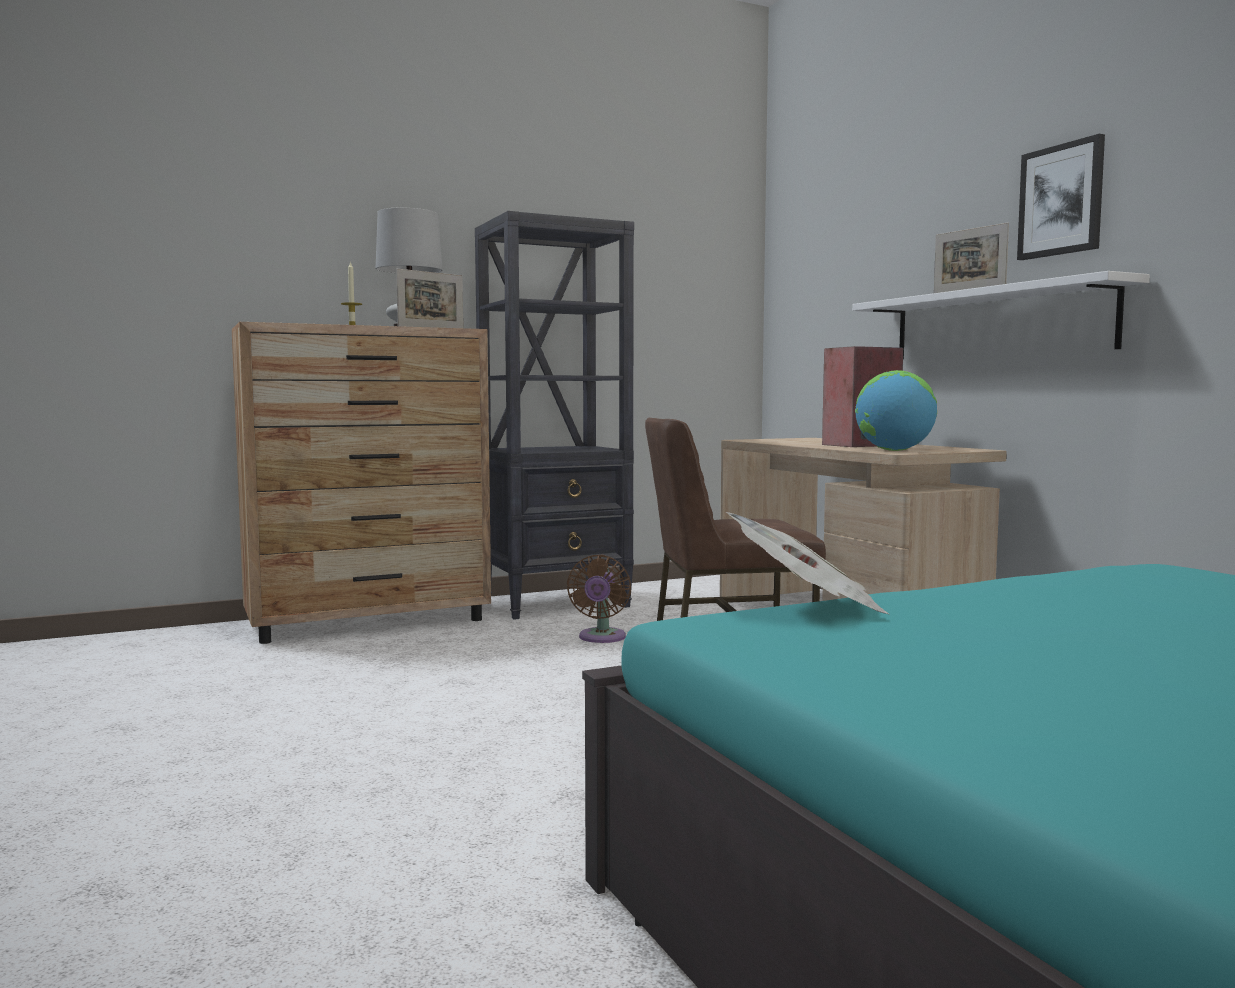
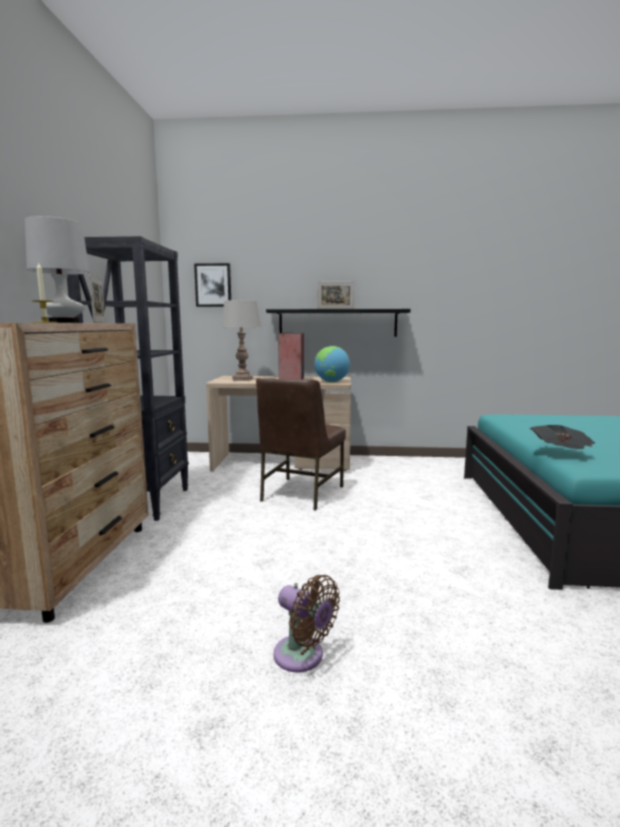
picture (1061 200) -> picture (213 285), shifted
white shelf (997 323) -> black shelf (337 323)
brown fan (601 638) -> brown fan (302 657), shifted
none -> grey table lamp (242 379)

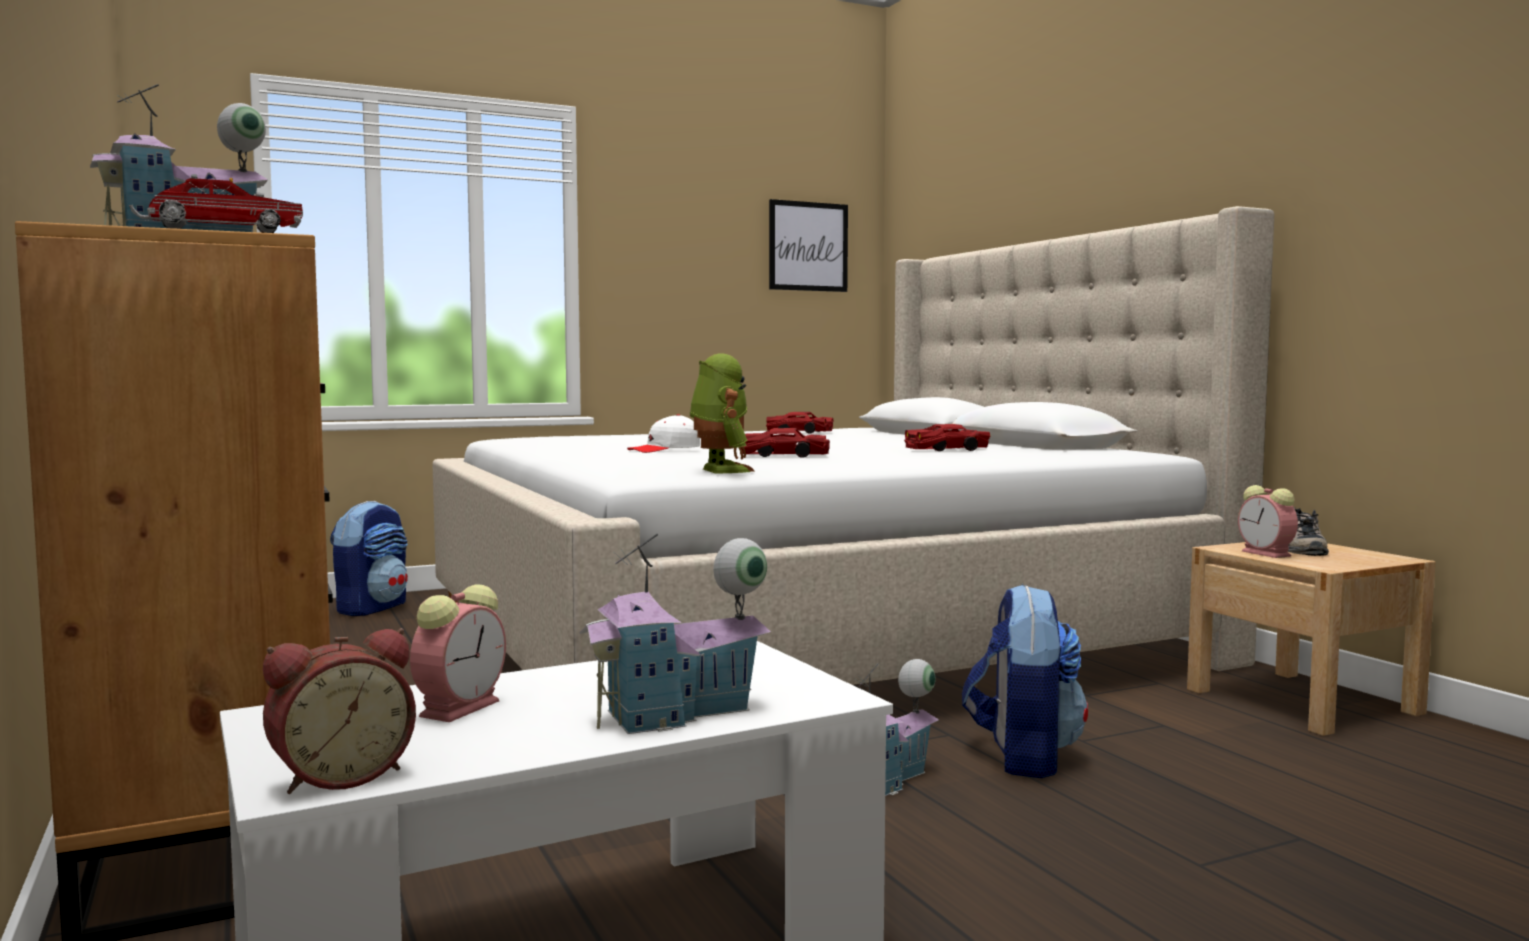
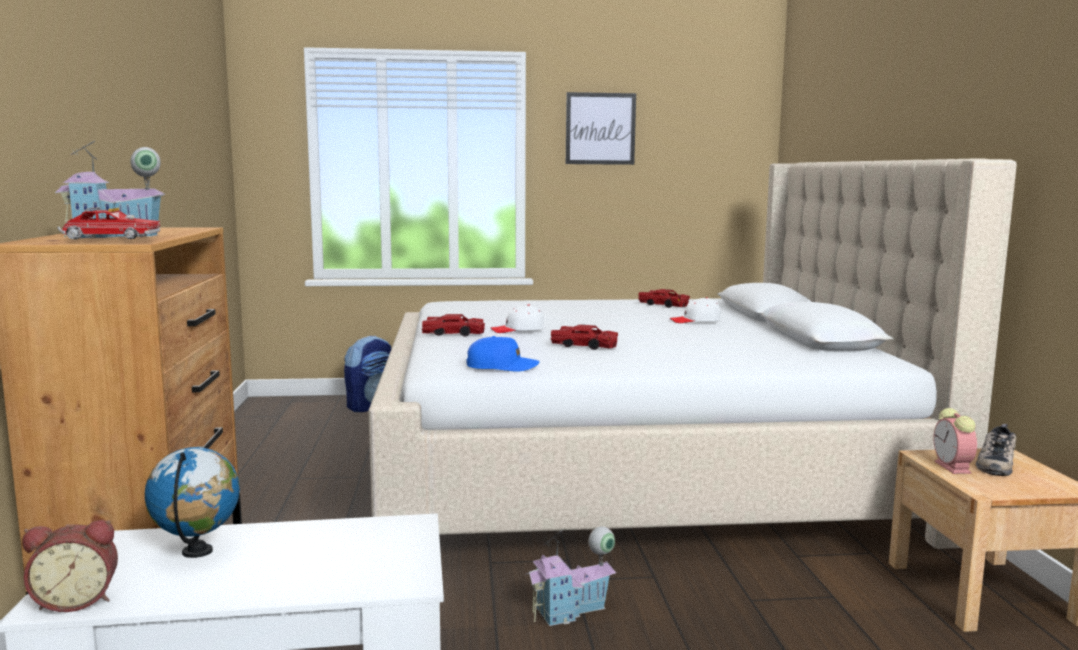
picture (808 246) -> picture (600 128), shifted
toy robot (720 470) -> blue cap (502 366)
red toy car (947 450) -> red toy car (453 333), shifted
toy house (679 714) -> none
alarm clock (461 707) -> globe (198 552)
backpack (1022 756) -> none
none -> white cap (695 321)

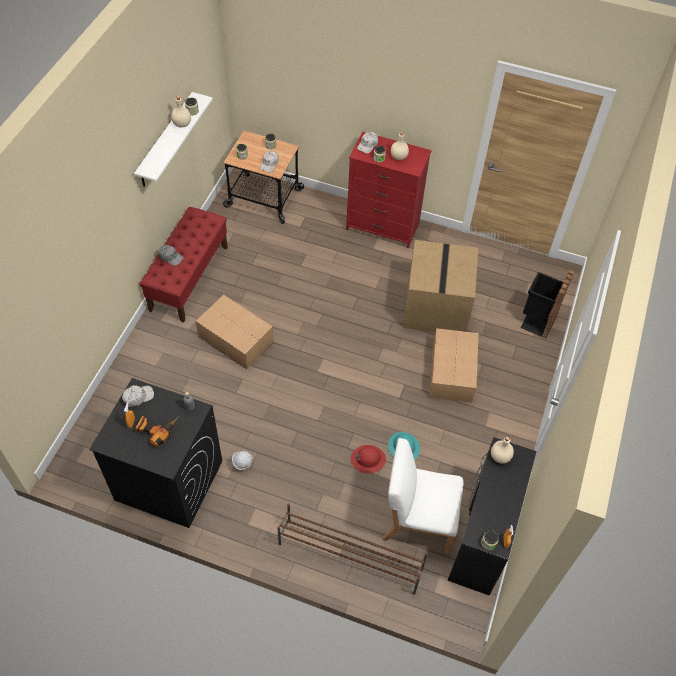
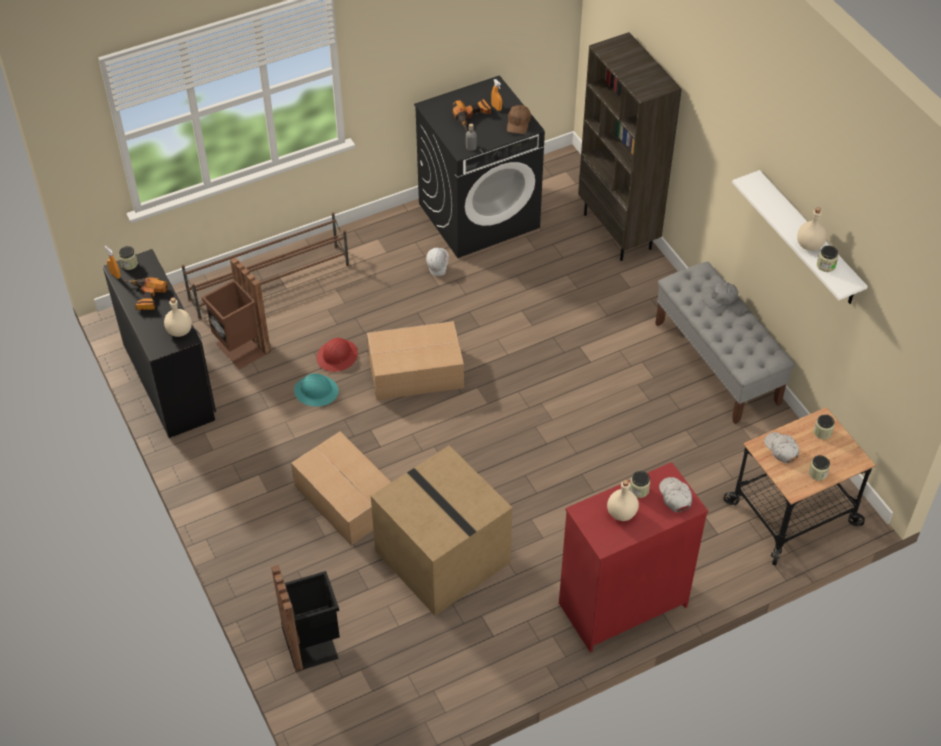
red bench (189 278) -> grey bench (717 363)
cardboard box (235 338) -> cardboard box (417 372), shifted
white cap (138 397) -> brown cap (518 123)
white chair (418 519) -> brown trash can (241 349)
none -> brown bookcase (618 231)
none -> power drill (145 297)

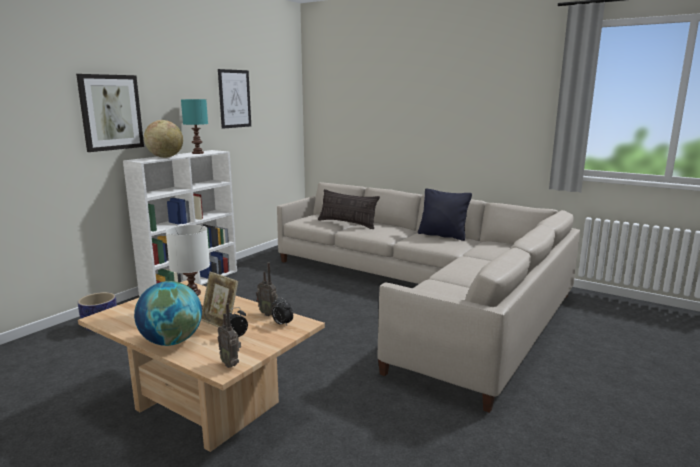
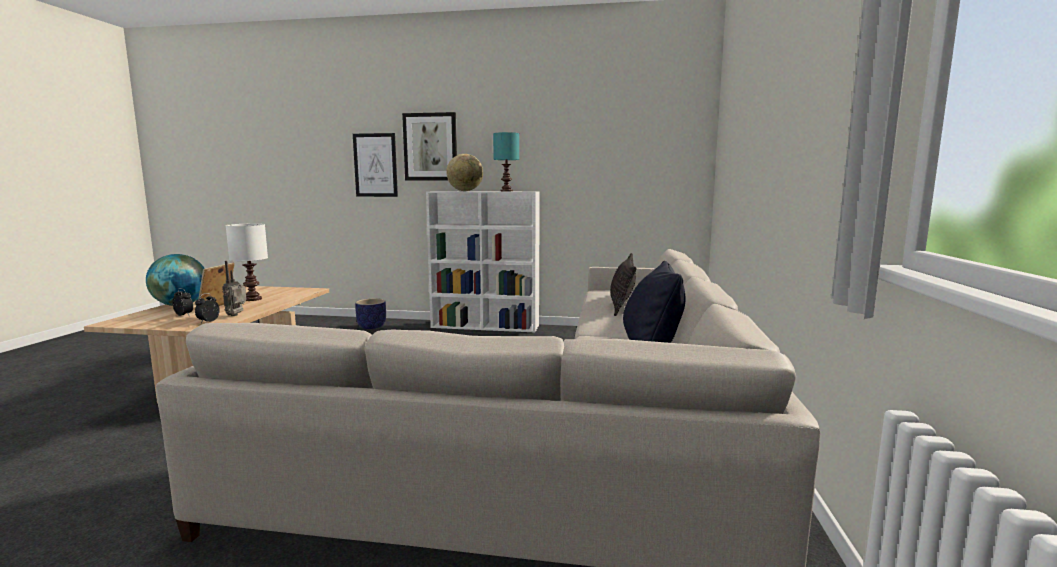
picture (234 99) -> picture (375 165), shifted
radio (231 364) -> none

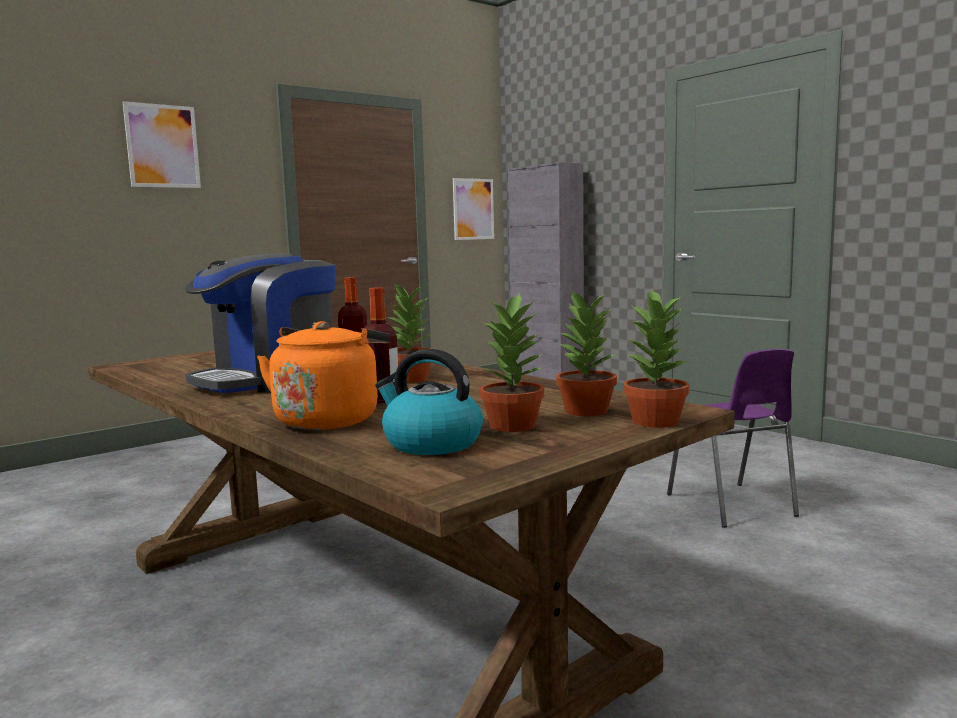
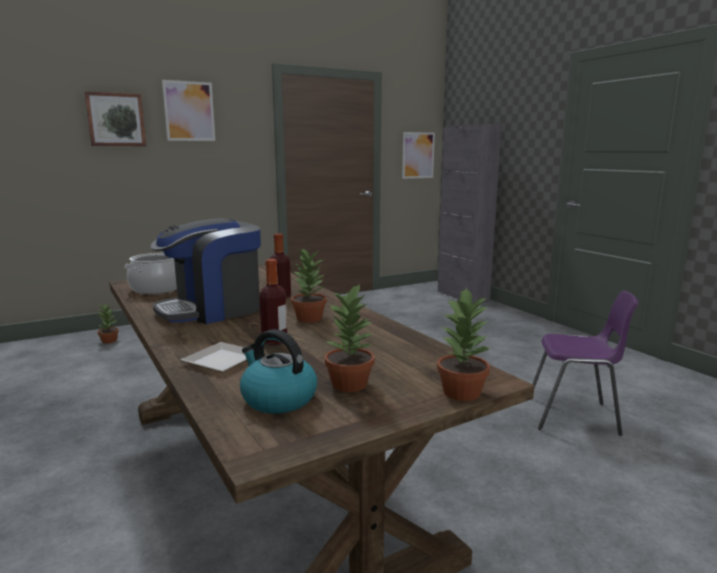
potted plant (585 411) -> potted plant (109 341), shifted
orange kettle (329 419) -> plate (225 360)
purple chair (732 506) -> purple chair (574 416), 75 degrees counterclockwise
none -> picture (116 119)
none -> cooking pot (157 288)

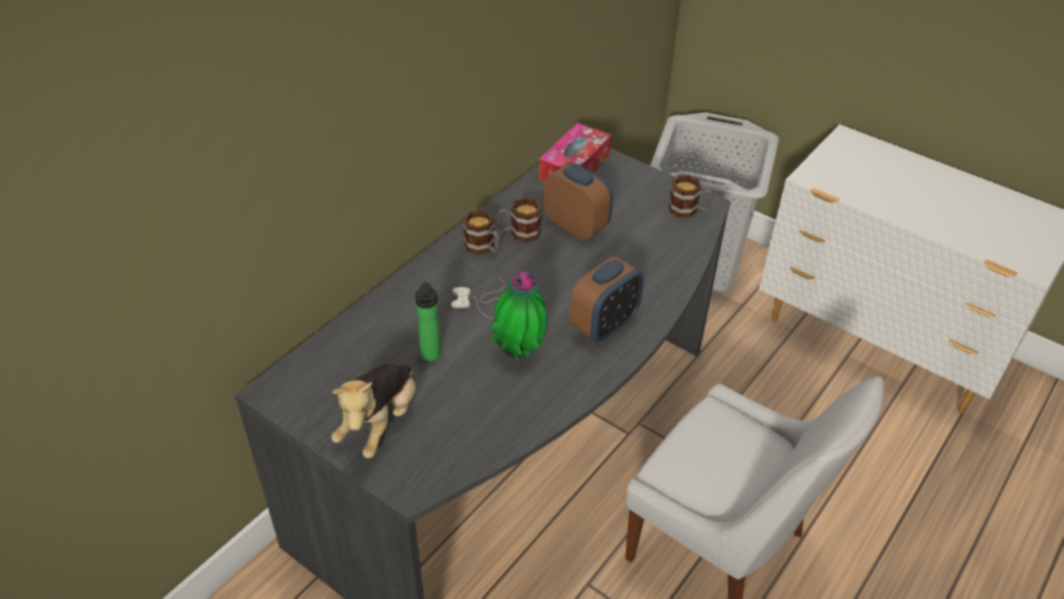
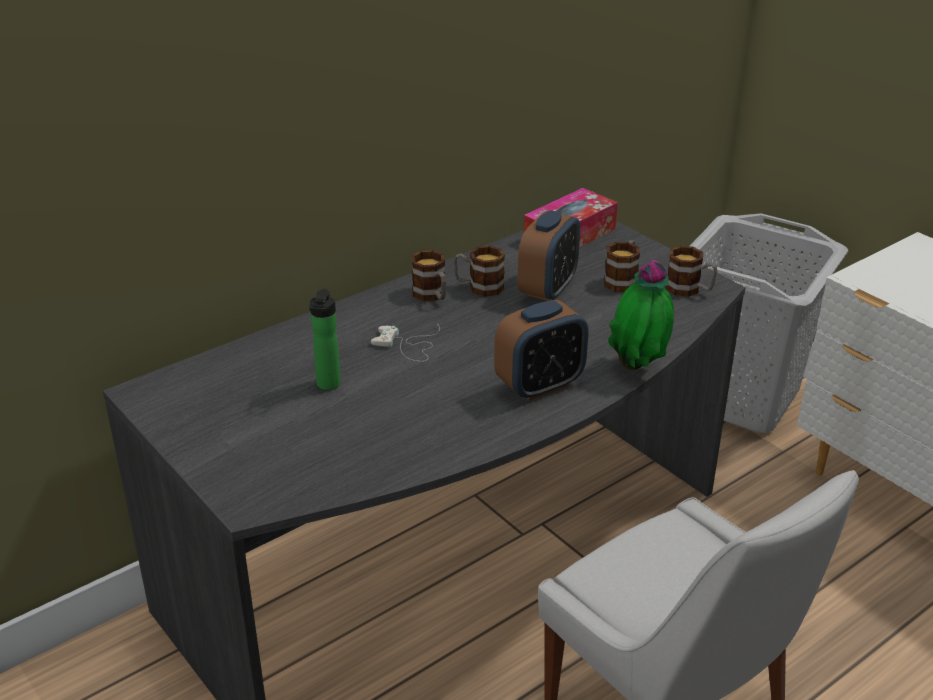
alarm clock (576 226) -> alarm clock (548 289), 60 degrees clockwise
potted plant (519 353) -> potted plant (638 368), shifted
plush toy (380 423) -> none
none -> mug (622 280)

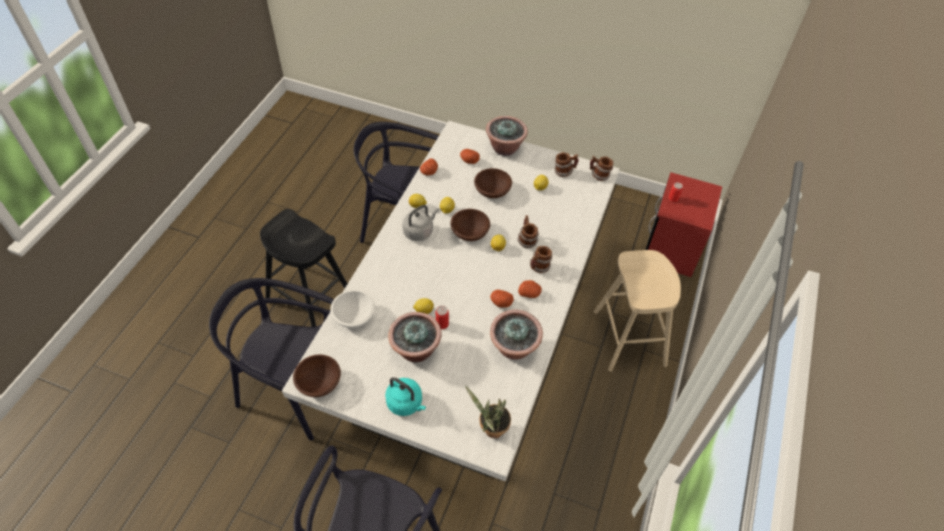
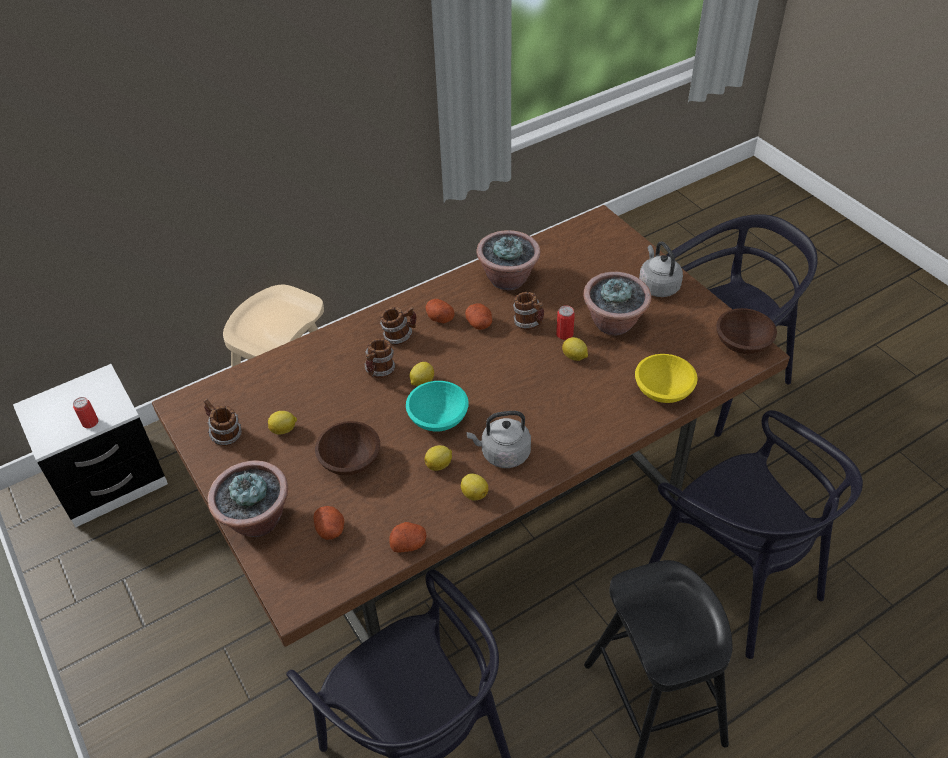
white dining table (468 345) -> brown dining table (478 510)
mug (599 175) -> mug (529 324), shifted
red nightstand (672 248) -> white nightstand (111 481)
brown bowl (469 232) -> turquoise bowl (439 418)
white bowl (355 316) -> yellow bowl (662 390)
turquoise kettle (406 403) -> grey kettle (657 286)
potted plant (490 429) -> none

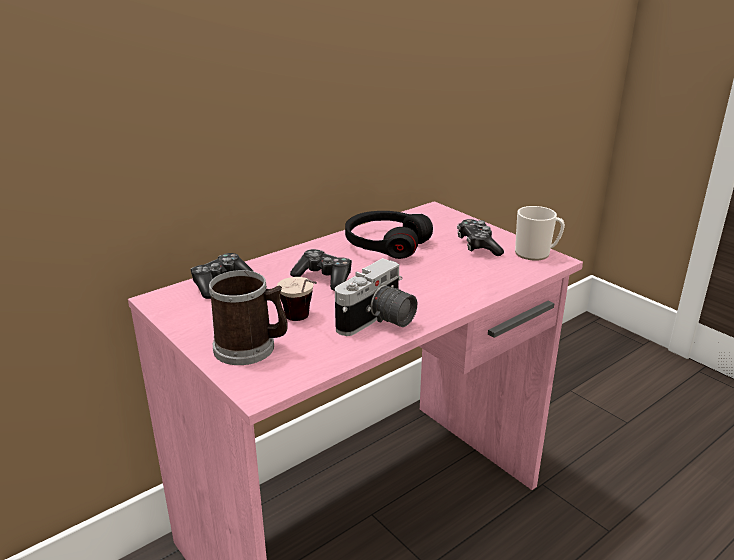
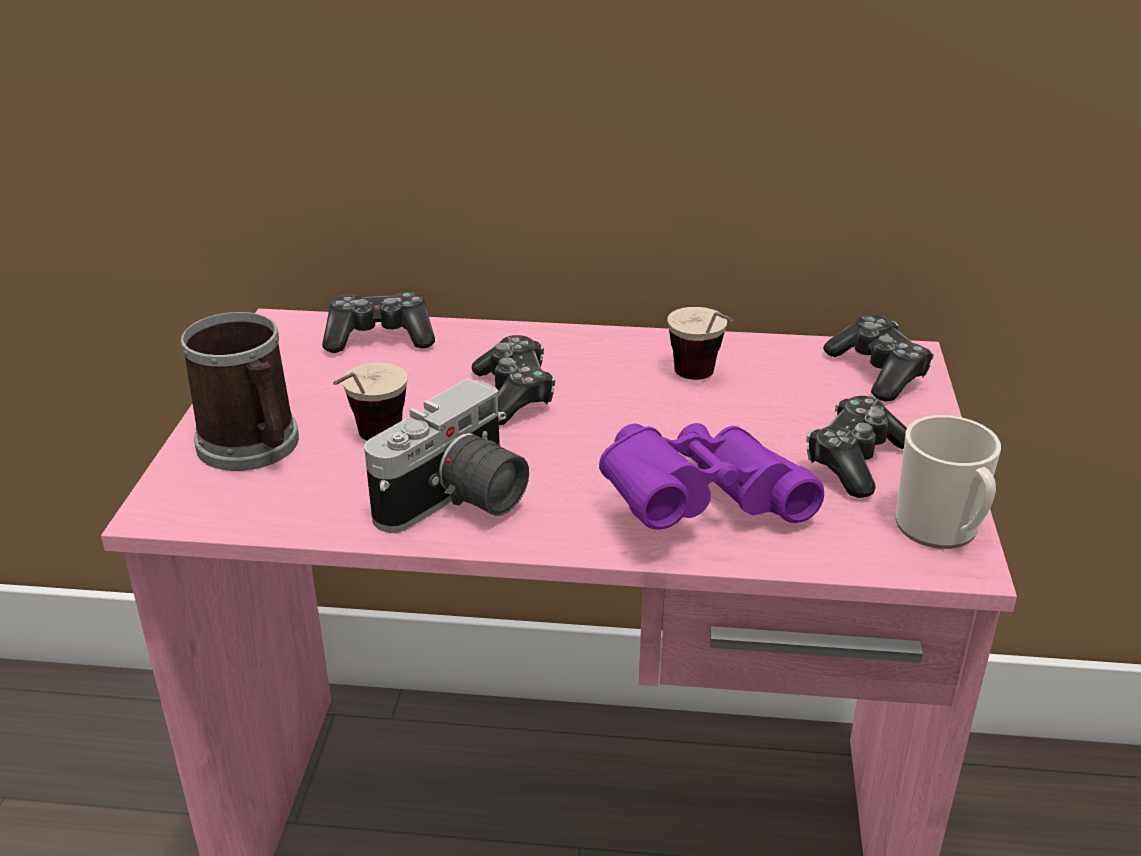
black headphones (386 244) -> cup (703 383)
photo camera (379 322) -> photo camera (459 503), 45 degrees counterclockwise
none -> game controller (878 372)
none -> purple binoculars (698 506)

